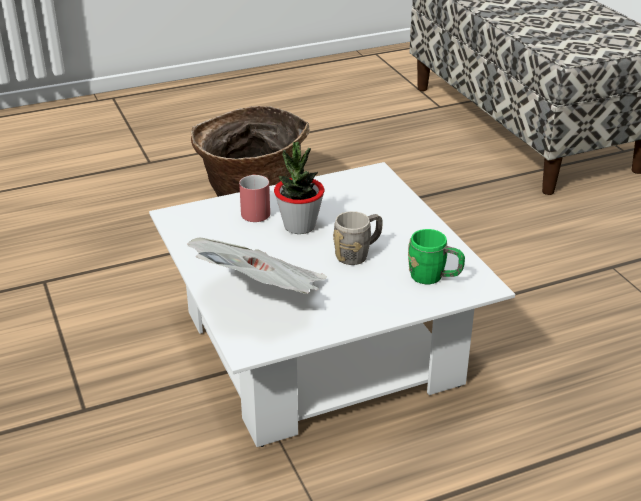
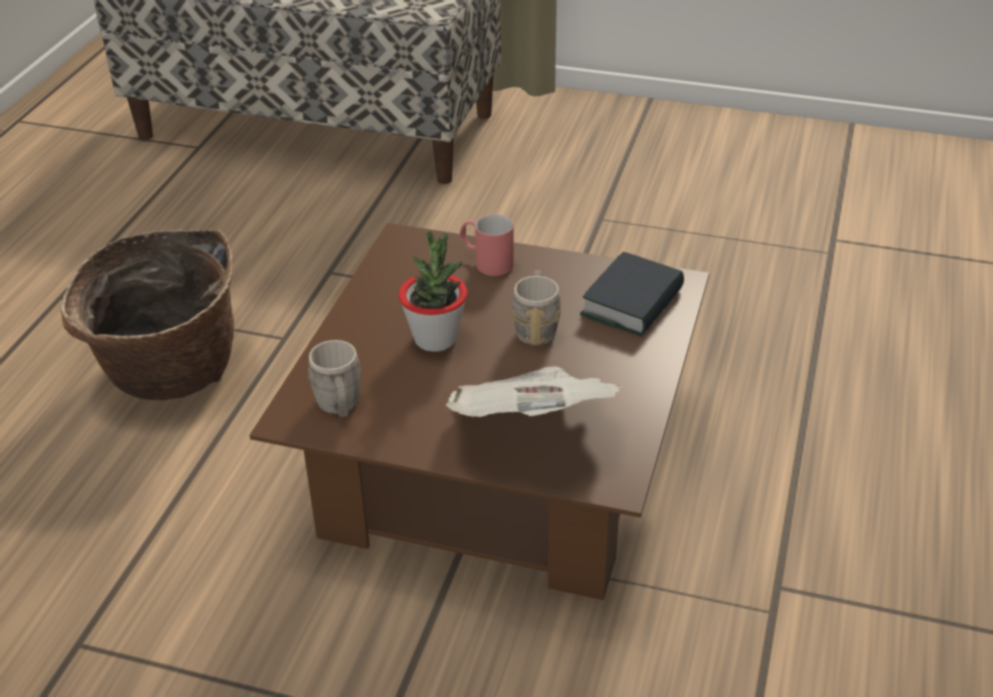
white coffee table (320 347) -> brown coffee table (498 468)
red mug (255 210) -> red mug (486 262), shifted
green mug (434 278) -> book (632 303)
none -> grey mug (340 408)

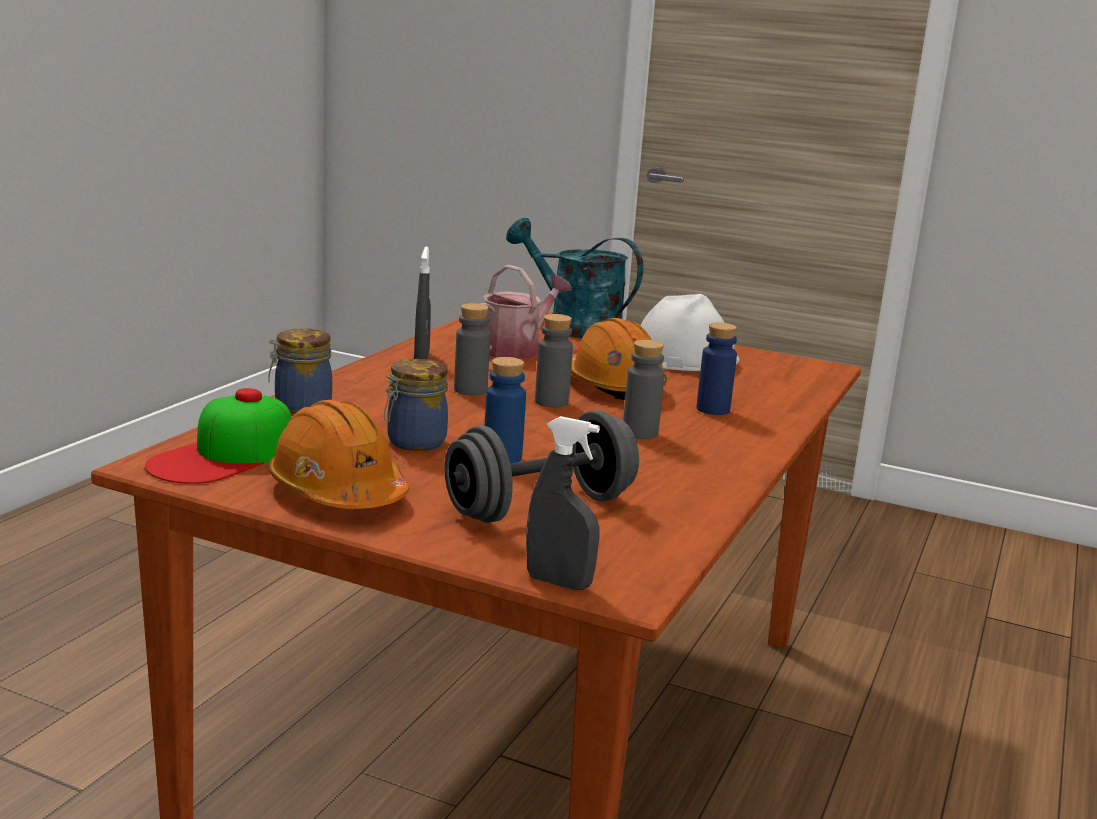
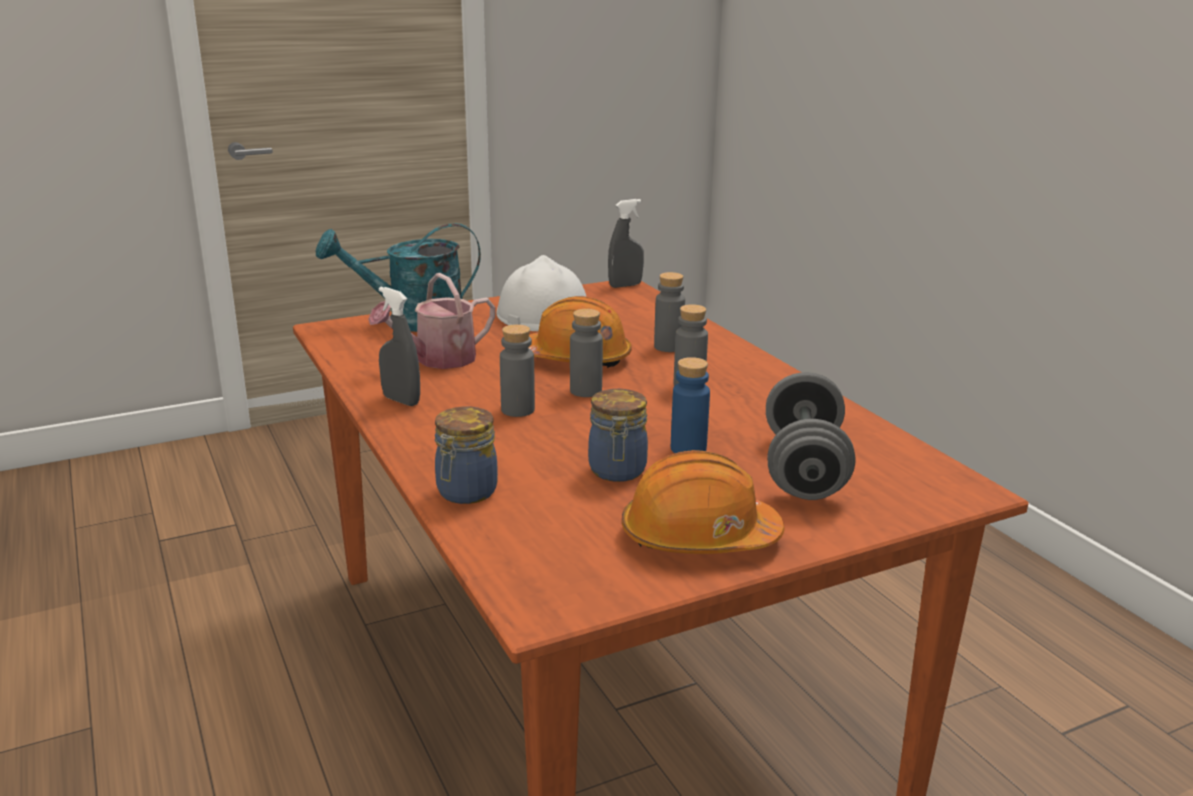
watering can (516 349) -> watering can (438 360), 120 degrees counterclockwise
blue bottle (713 409) -> grey bottle (668 347)
cap (224 456) -> none
grey spray bottle (558 582) -> grey spray bottle (625 285), shifted

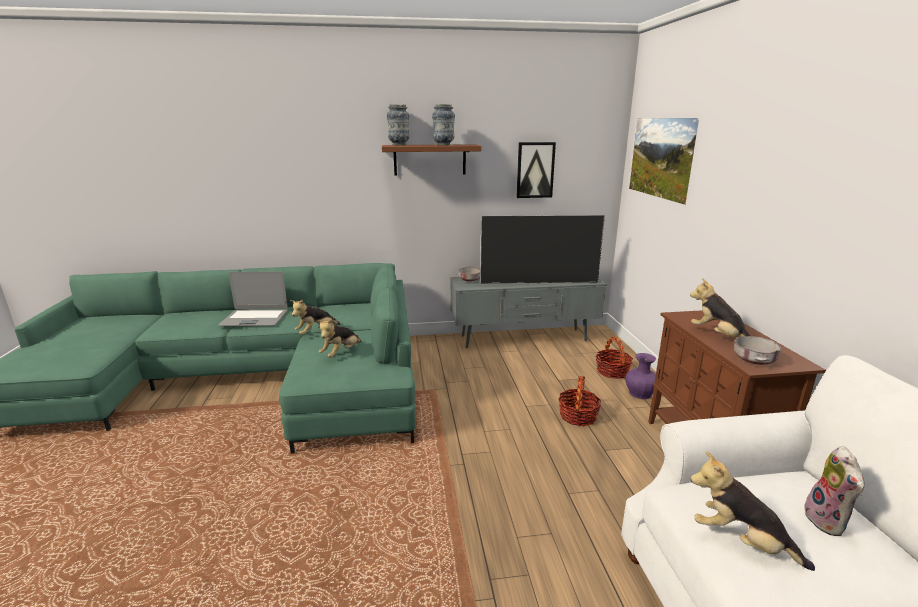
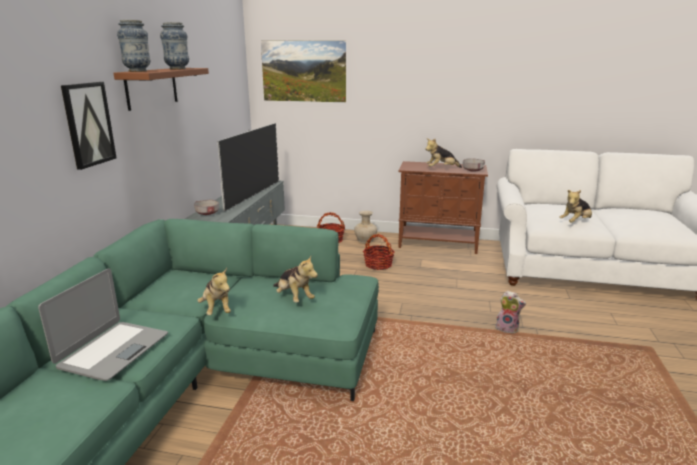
picture (535 170) -> picture (88 124), shifted
purple vase (639 393) -> beige vase (365 240)
plush toy (828 522) -> plush toy (507 329), shifted

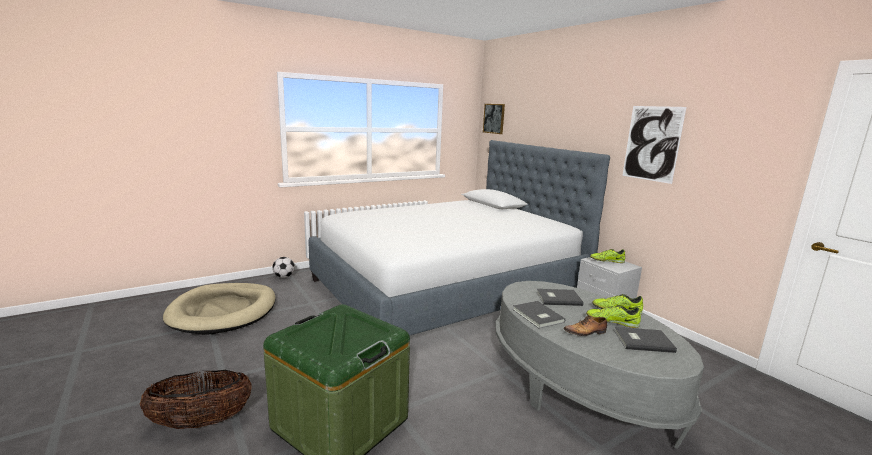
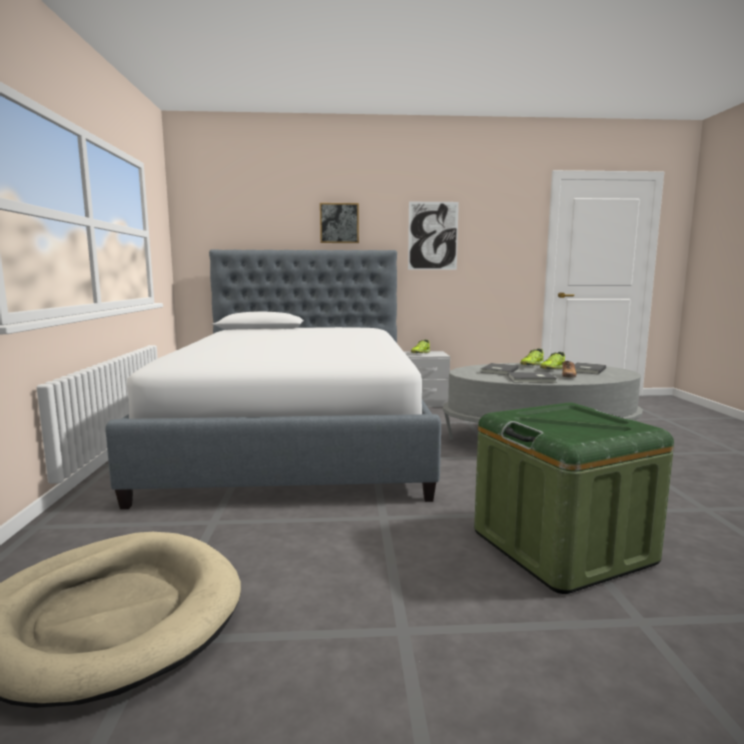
picture (494 118) -> picture (339 223), shifted
football (284 277) -> none
basket (201 422) -> none

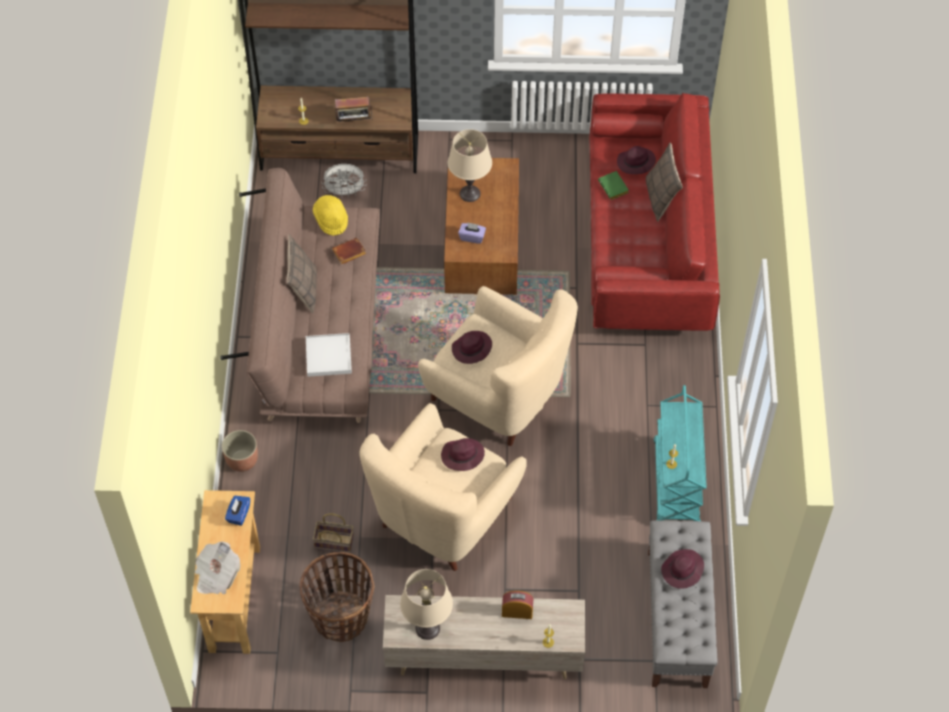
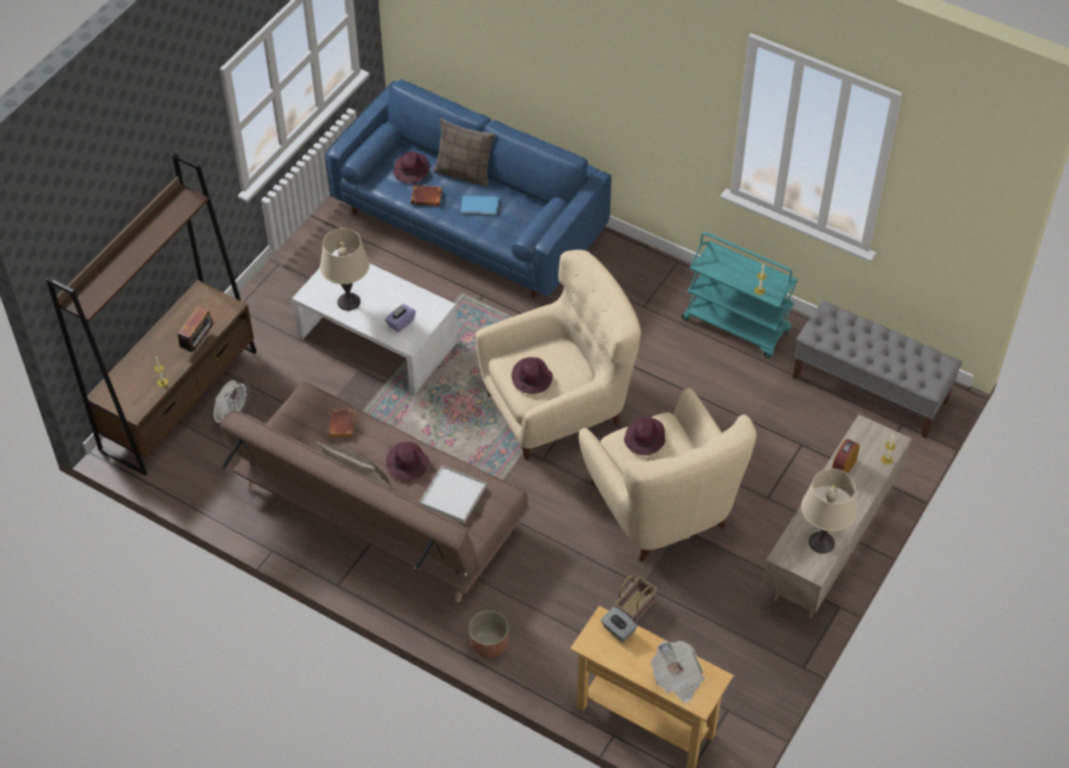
red sofa (647 239) -> blue sofa (469 222)
brown coffee table (482 241) -> white coffee table (378 339)
green book (614 188) -> brown book (427 197)
yellow hat (331 220) -> none
blue tissue box (238 514) -> grey tissue box (618 630)
purple hat (682 570) -> purple hat (407 464), shifted
basket (340 617) -> none
none -> blue book (480 206)

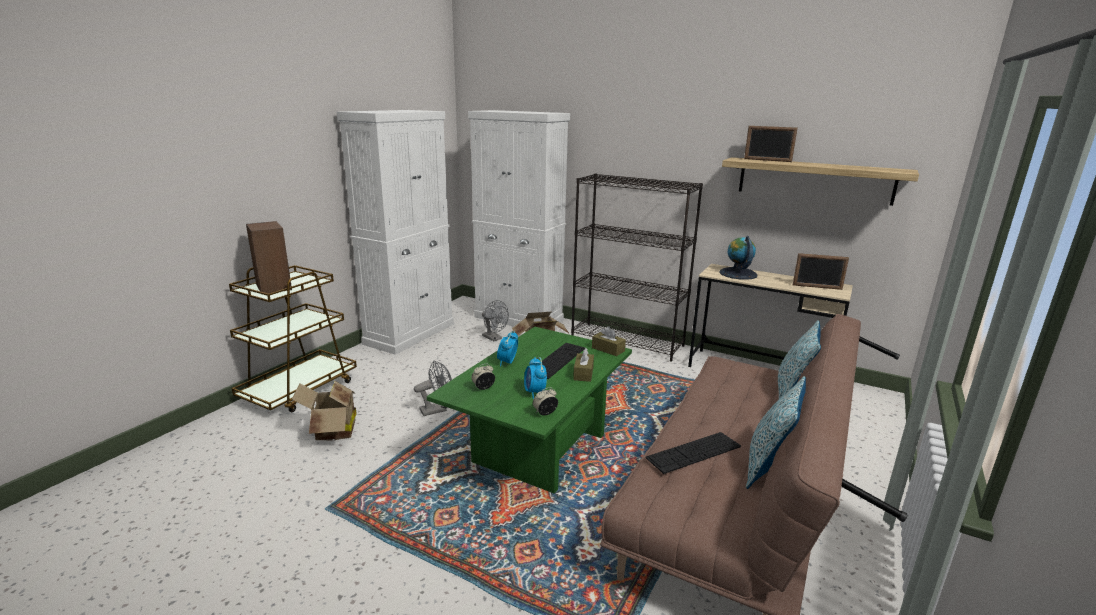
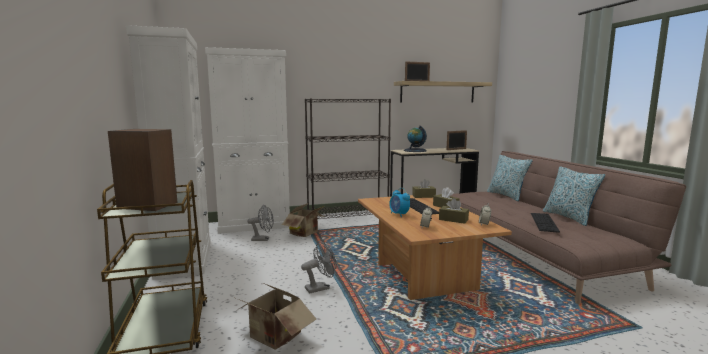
green coffee table (537 446) -> brown coffee table (421 276)
alarm clock (534 392) -> brown tissue box (453 220)
grey fan (437 409) -> grey fan (320 288), 45 degrees clockwise

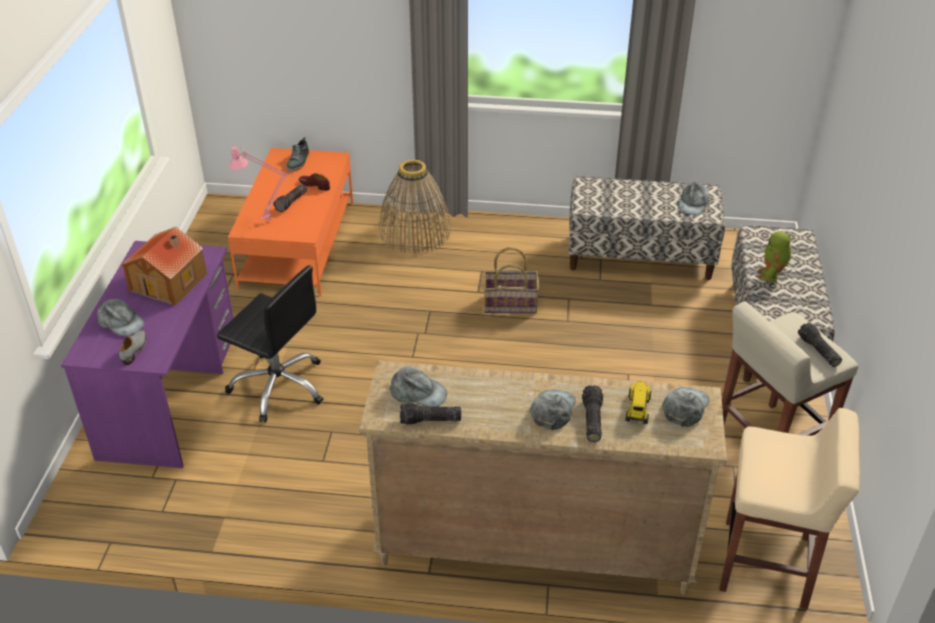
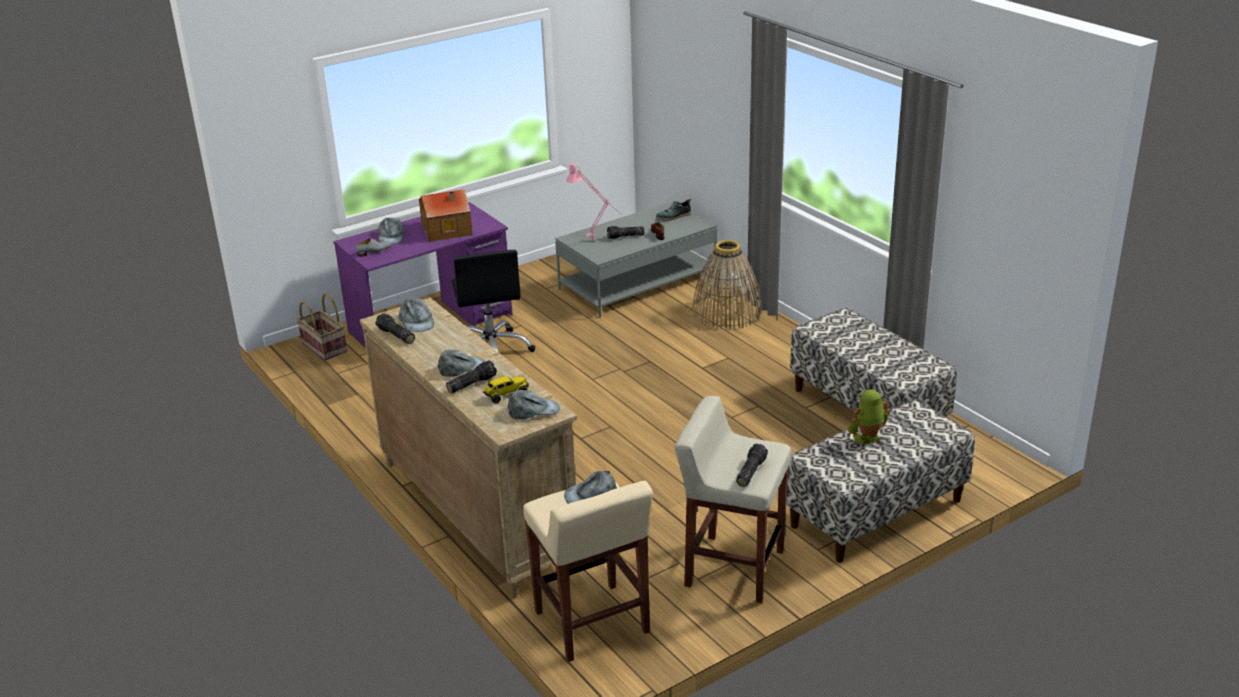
orange coffee table (297 244) -> grey coffee table (638 282)
grey cap (693 203) -> grey cap (591 495), shifted
basket (510 304) -> basket (325 347), shifted

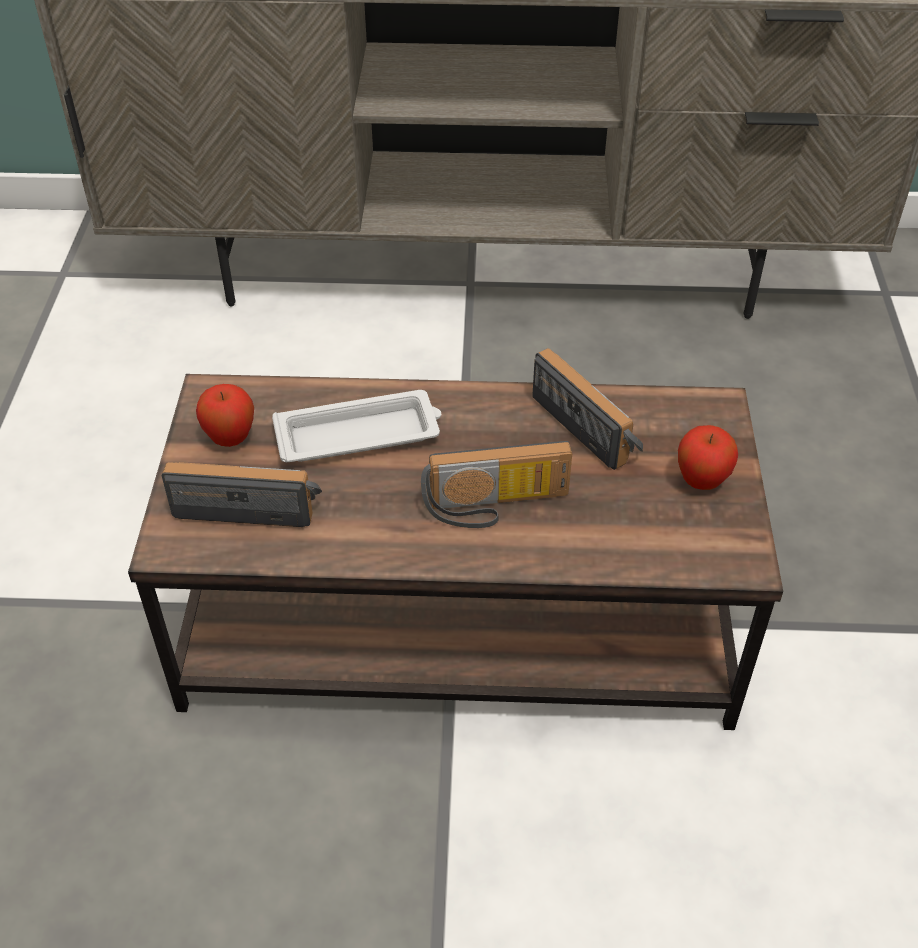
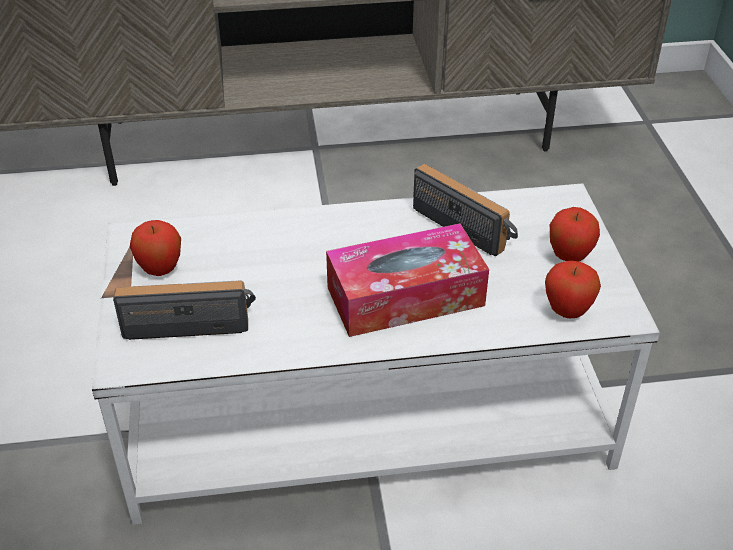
brown coffee table (456 620) -> white coffee table (364 413)
white tray (360 435) -> none
radio (496 507) -> tissue box (405 296)
none -> apple (567 311)

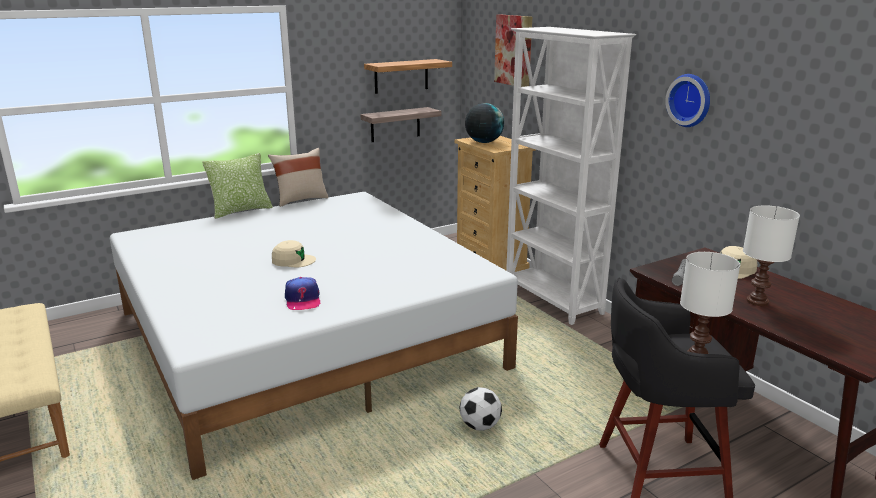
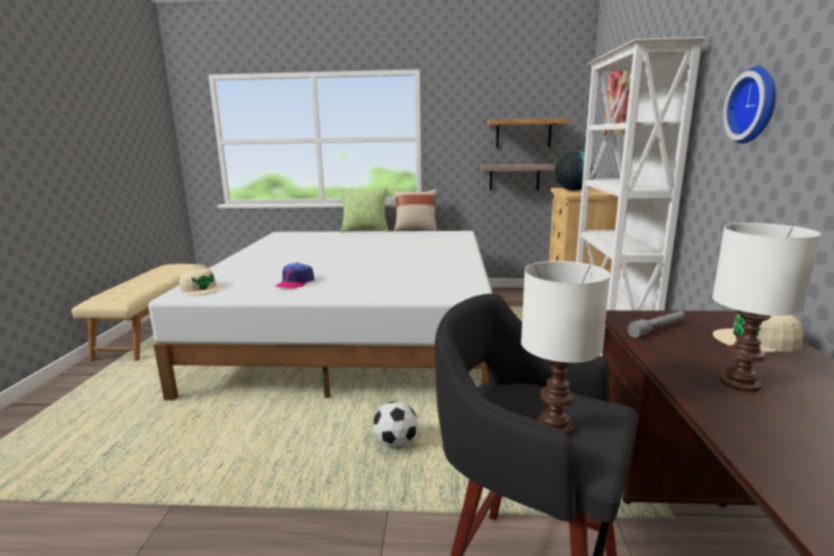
beige cap (293 260) -> beige cap (201 288), shifted

